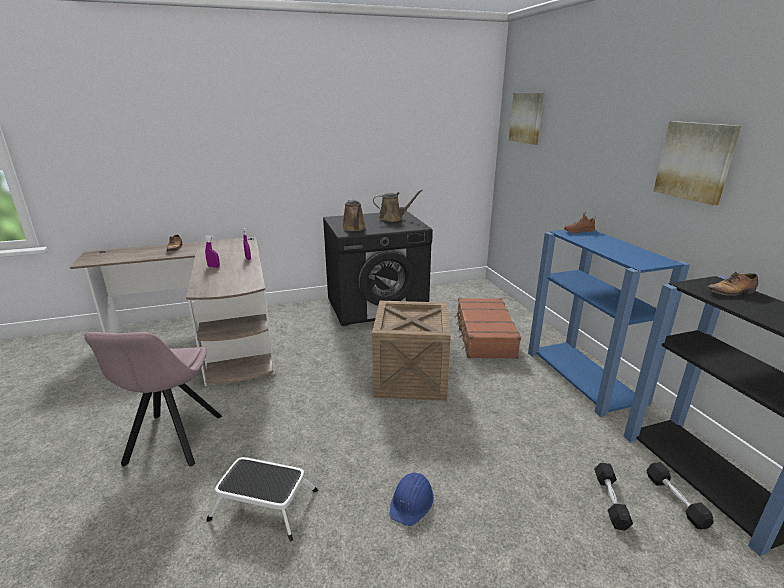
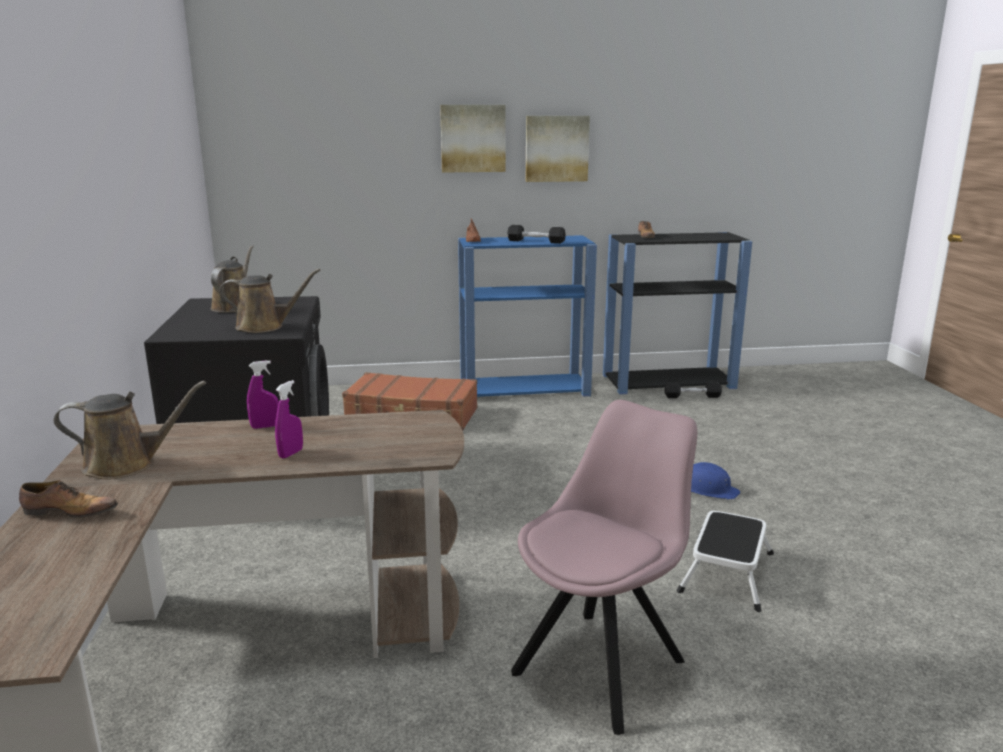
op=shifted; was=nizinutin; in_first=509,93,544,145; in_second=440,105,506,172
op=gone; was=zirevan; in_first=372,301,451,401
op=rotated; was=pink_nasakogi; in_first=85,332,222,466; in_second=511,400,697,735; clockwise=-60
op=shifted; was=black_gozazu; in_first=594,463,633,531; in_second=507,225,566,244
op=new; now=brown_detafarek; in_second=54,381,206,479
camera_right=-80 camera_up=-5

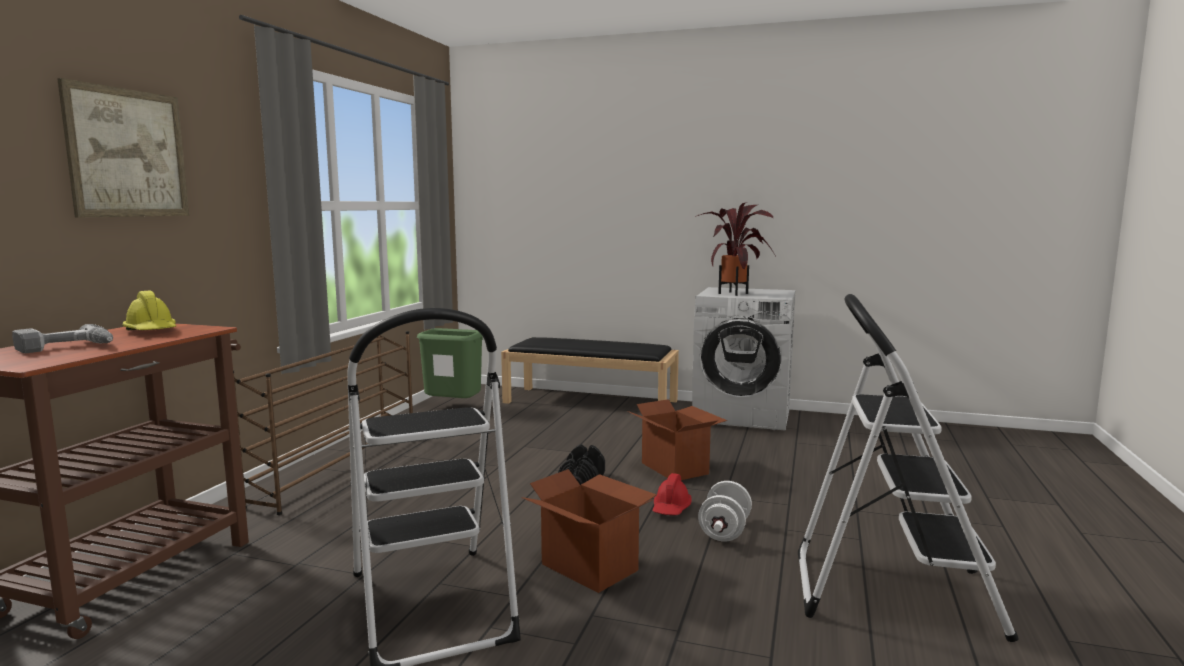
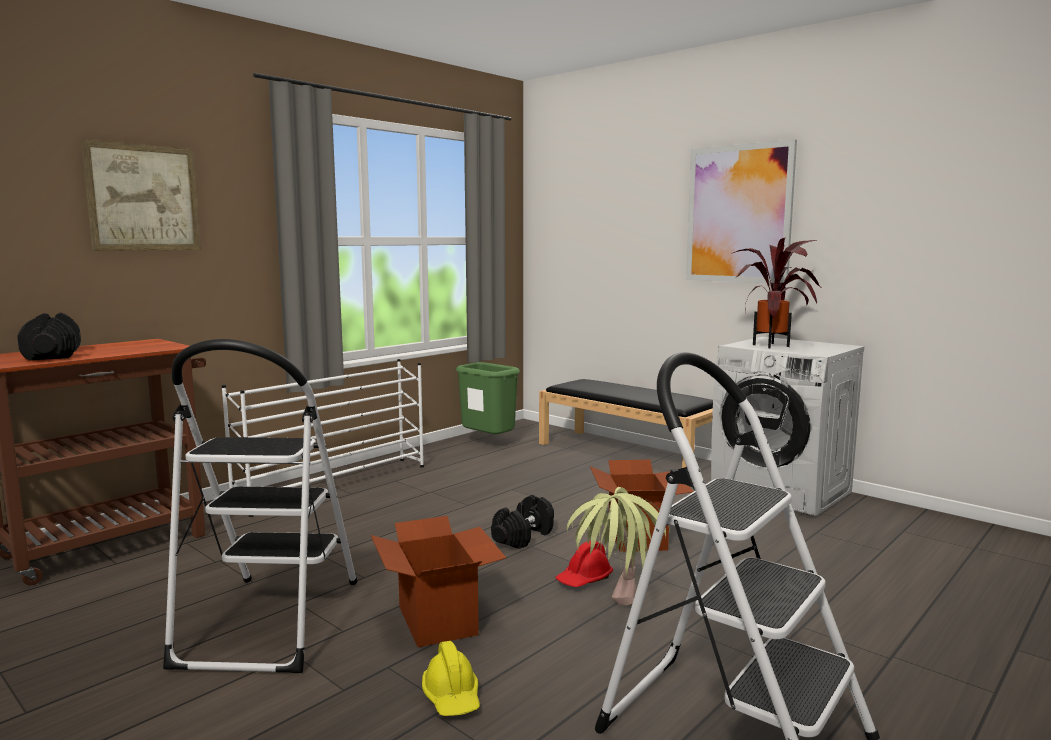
op=shifted; was=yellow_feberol; in_first=122,291,176,330; in_second=422,641,480,716
op=swapped; was=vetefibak; now=black_gozazu; in_first=12,324,113,353; in_second=17,313,81,360
op=repainted; was=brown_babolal; now=white_babolal; in_first=233,331,413,515; in_second=222,359,424,517
op=swapped; was=white_gozazu; now=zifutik; in_first=698,481,752,541; in_second=567,487,669,605
op=new; now=nizinutin; in_second=686,139,797,284
camera_right=25 camera_up=0

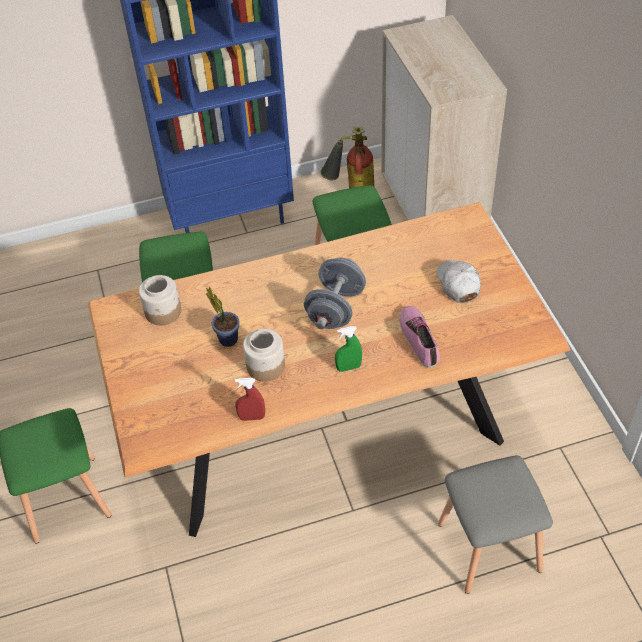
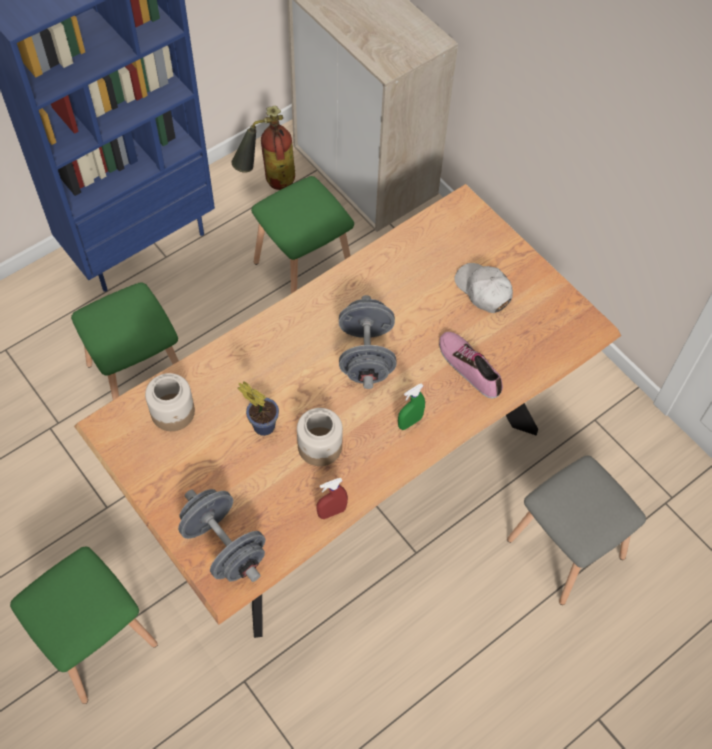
op=new; now=grey_gozazu; in_second=178,489,265,582
camera_right=-25 camera_up=10

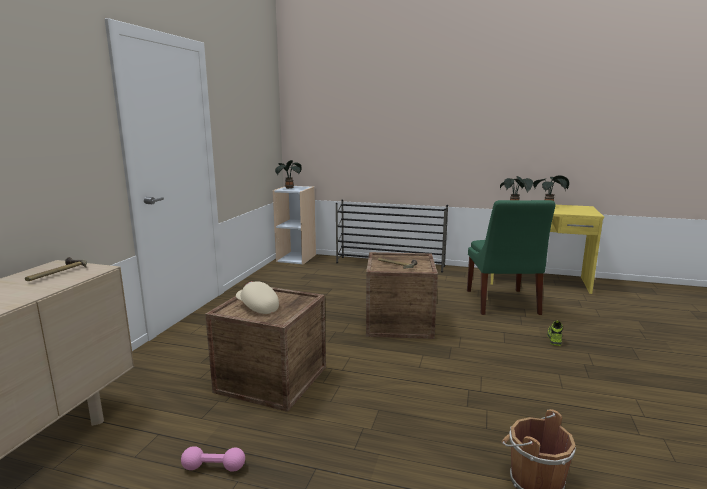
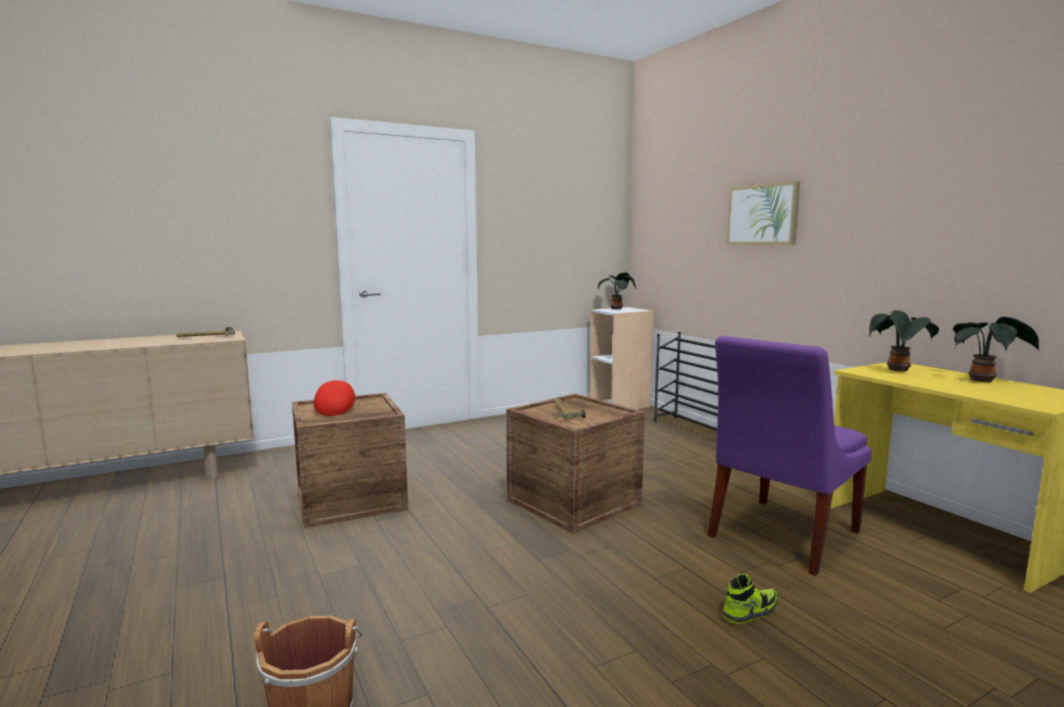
op=repainted; was=green_nasakogi; now=purple_nasakogi; in_first=467,200,556,315; in_second=707,336,872,576
op=repainted; was=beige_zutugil; now=red_zutugil; in_first=236,281,279,314; in_second=314,379,355,416
op=gone; was=pink_gozazu; in_first=181,446,245,472
op=new; now=nizinutin; in_second=726,181,800,245
camera_right=45 camera_up=-5

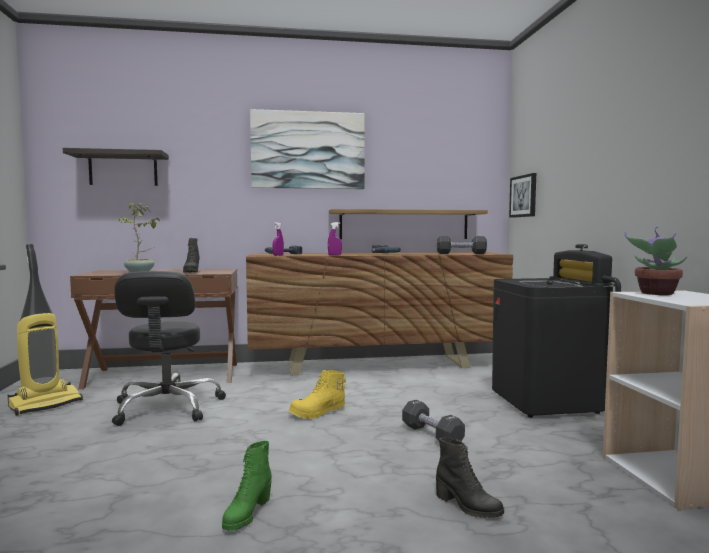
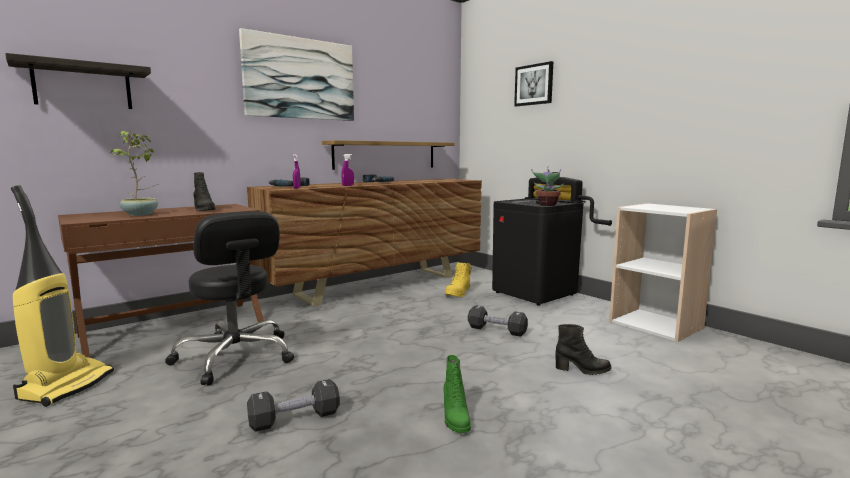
op=shifted; was=nizinutin; in_first=509,173,536,218; in_second=514,61,553,106
op=shifted; was=zifutik; in_first=624,227,687,295; in_second=531,166,564,206
op=shifted; was=black_gozazu; in_first=437,236,487,254; in_second=247,379,340,432
op=shifted; was=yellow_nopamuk; in_first=289,370,346,419; in_second=445,263,472,297
camera_right=-30 camera_up=5

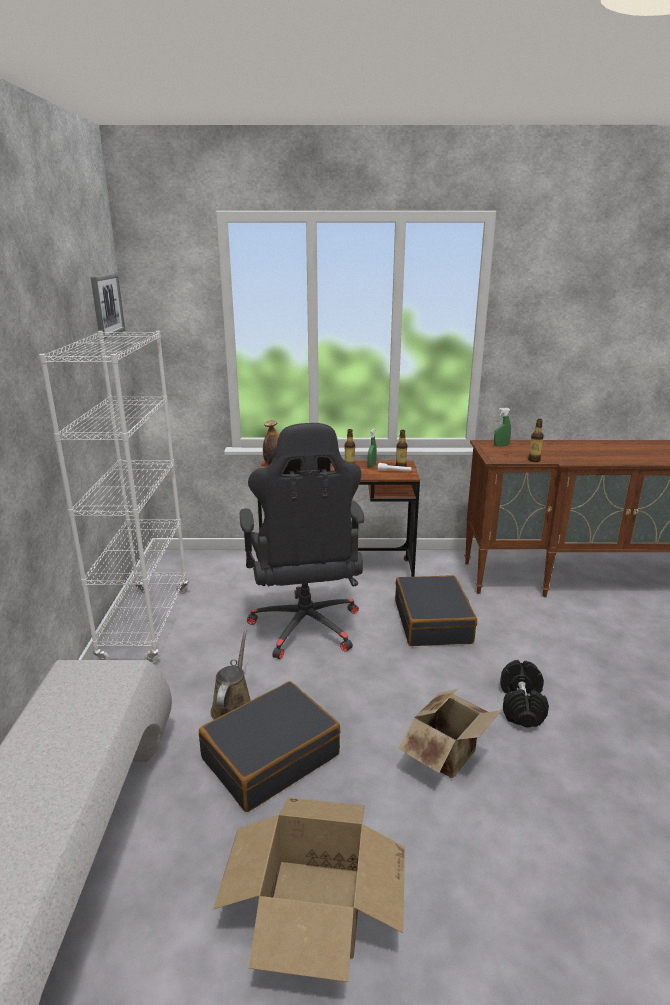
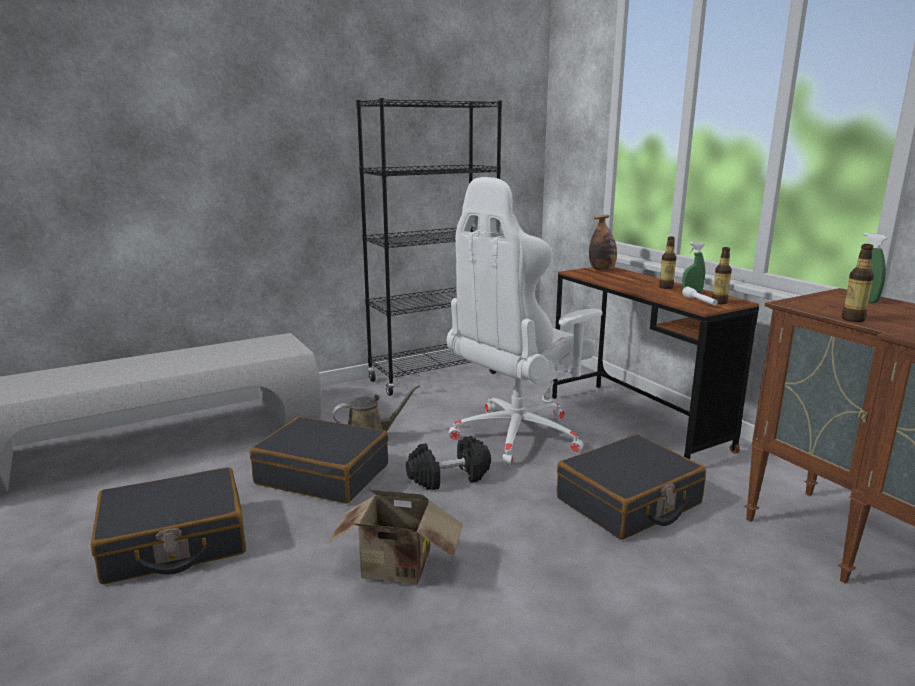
op=gone; was=nizinutin; in_first=91,274,125,339
op=repainted; was=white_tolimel; now=black_tolimel; in_first=39,331,189,664; in_second=356,98,502,396
op=repainted; was=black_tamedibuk; now=white_tamedibuk; in_first=240,423,364,659; in_second=447,177,602,467
op=shifted; was=black_gozazu; in_first=500,660,549,727; in_second=406,436,491,490
op=swapped; was=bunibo; now=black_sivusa; in_first=213,798,405,982; in_second=91,467,246,584
camera_right=60 camera_up=-5

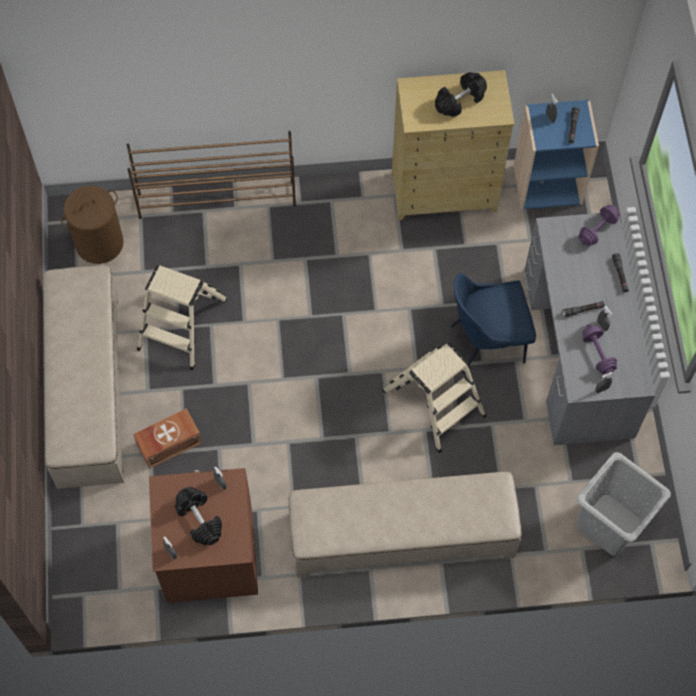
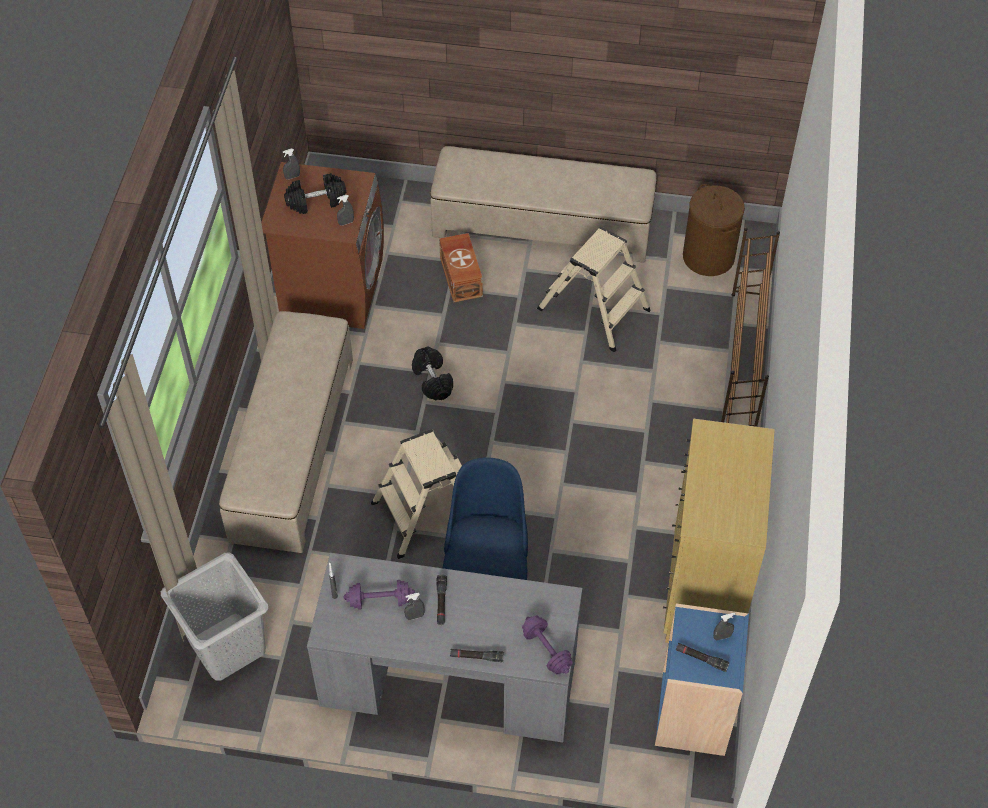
op=shifted; was=black_gozazu; in_first=435,72,487,117; in_second=412,347,453,400
camera_right=105 camera_up=-10

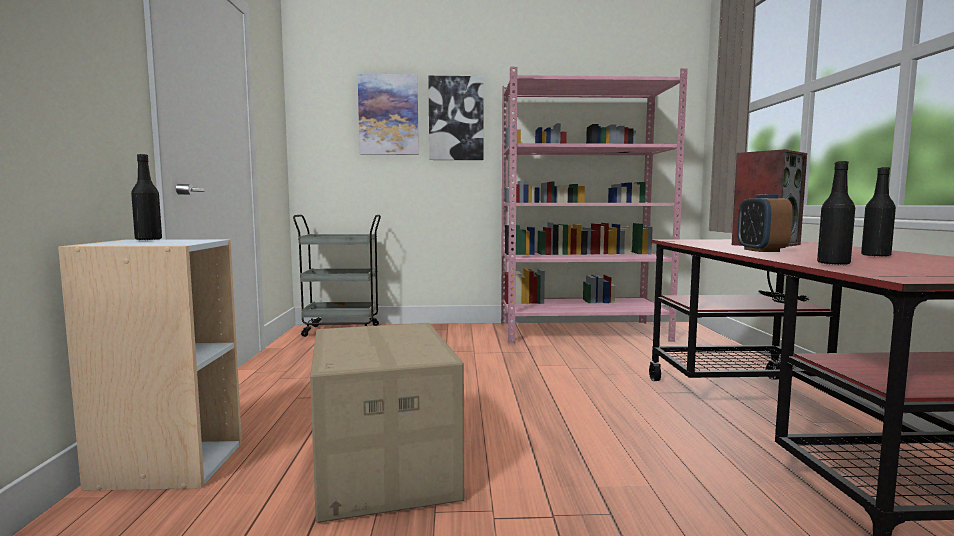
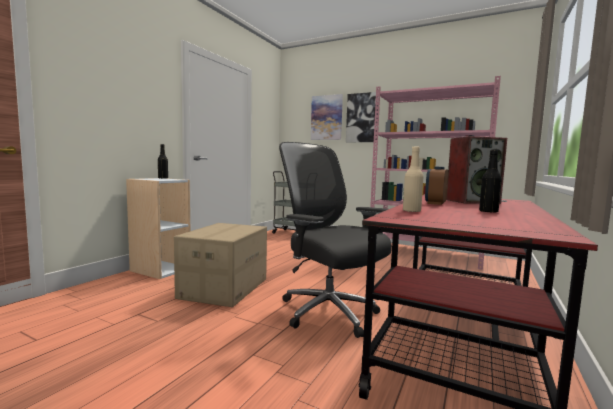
op=repainted; was=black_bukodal; now=beige_bukodal; in_first=817,161,855,265; in_second=403,147,424,212
op=new; now=tamedibuk; in_second=279,142,392,338
camera_right=30 camera_up=0

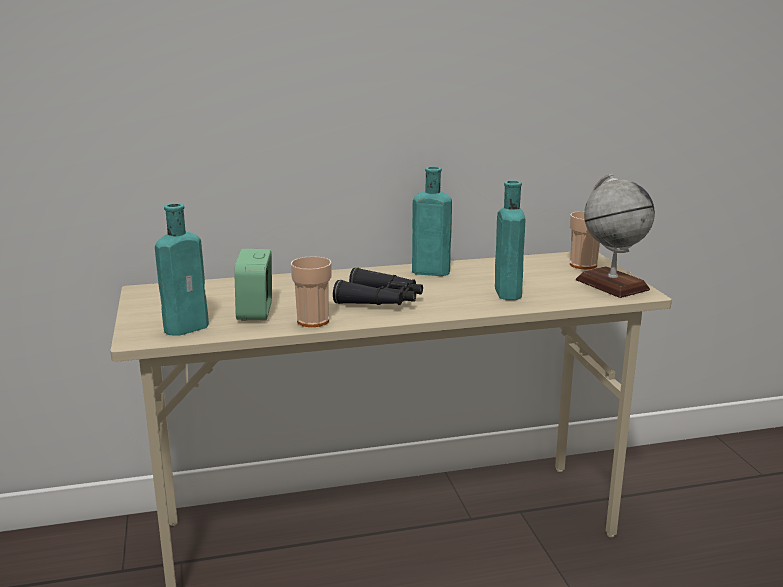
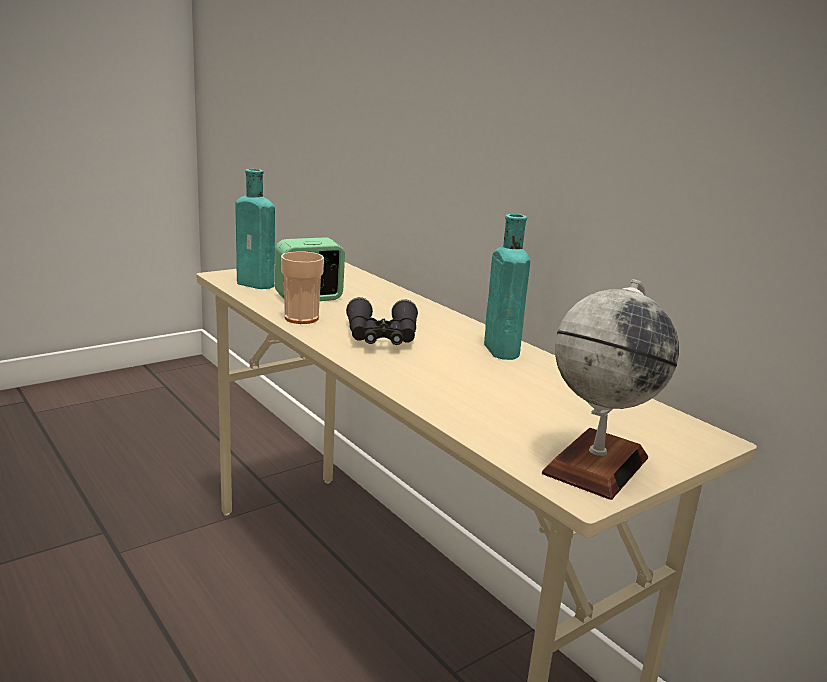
op=gone; was=turquoise_bukodal; in_first=495,180,525,300
op=gone; was=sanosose; in_first=570,211,600,269
camera_right=65 camera_up=0

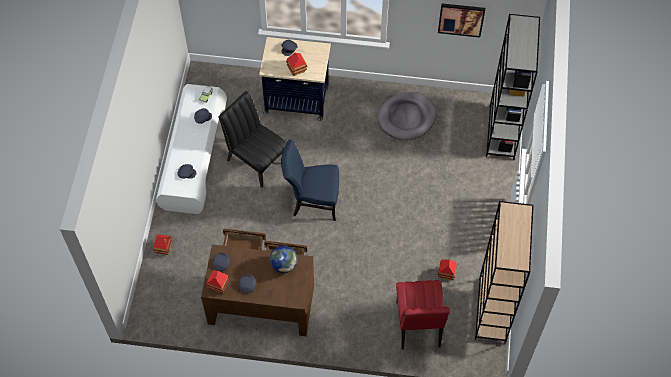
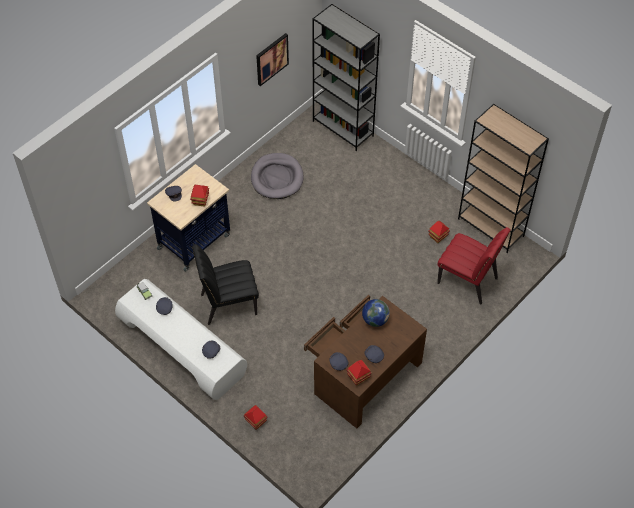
op=gone; was=blue_nasakogi; in_first=281,140,339,221
camera_right=-55 camera_up=-5

